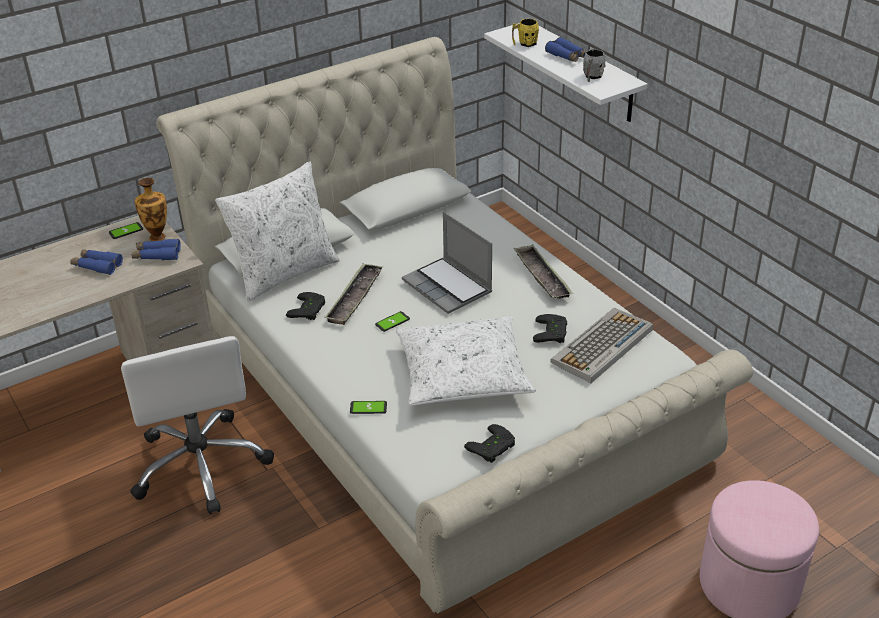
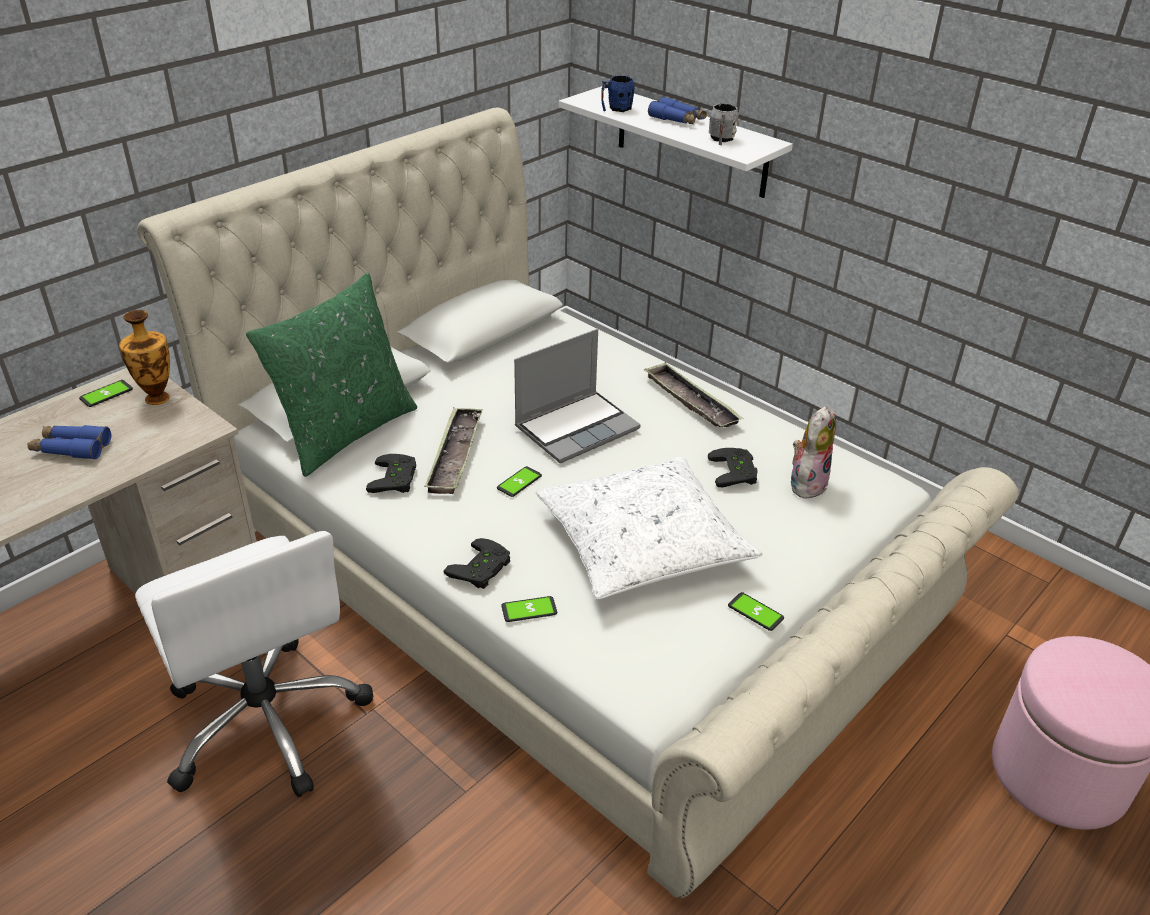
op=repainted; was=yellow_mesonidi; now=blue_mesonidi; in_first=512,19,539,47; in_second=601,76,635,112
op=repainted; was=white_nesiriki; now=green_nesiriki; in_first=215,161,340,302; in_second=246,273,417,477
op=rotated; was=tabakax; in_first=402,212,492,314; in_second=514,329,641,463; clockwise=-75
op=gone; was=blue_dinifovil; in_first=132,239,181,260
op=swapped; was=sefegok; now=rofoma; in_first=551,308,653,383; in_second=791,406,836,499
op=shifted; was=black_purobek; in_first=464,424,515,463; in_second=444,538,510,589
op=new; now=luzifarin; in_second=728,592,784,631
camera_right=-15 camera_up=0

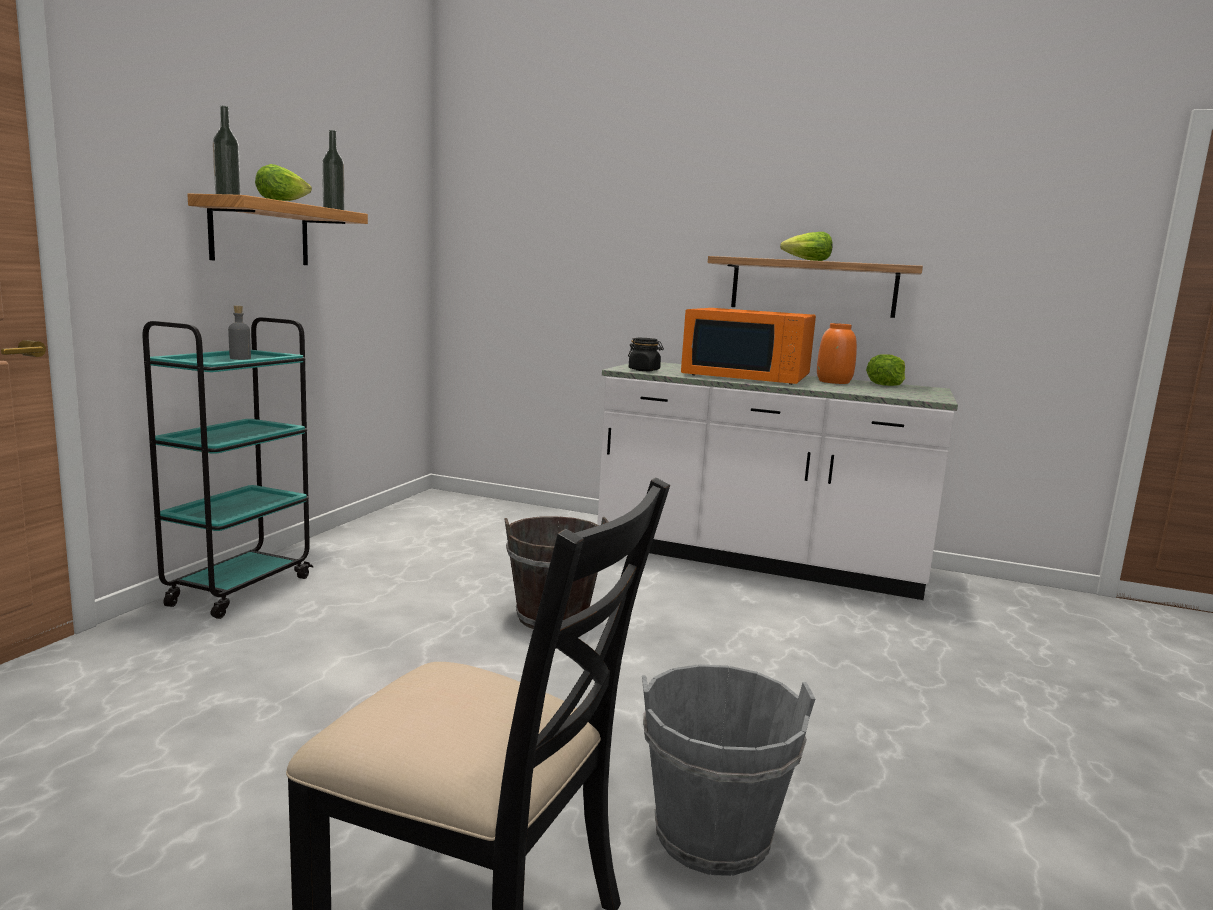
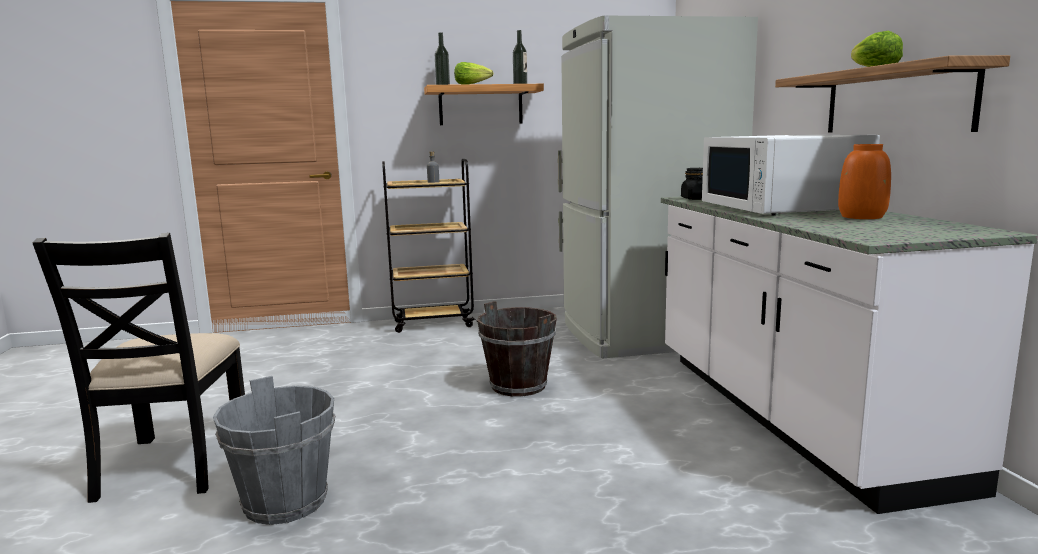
op=repainted; was=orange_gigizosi; now=white_gigizosi; in_first=681,308,816,385; in_second=702,135,880,216
op=repainted; was=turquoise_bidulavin; now=brown_bidulavin; in_first=143,317,313,619; in_second=382,159,476,333
op=gone; was=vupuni; in_first=866,354,905,386
op=new; now=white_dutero; in_second=557,16,758,358
camera_right=60 camera_up=0

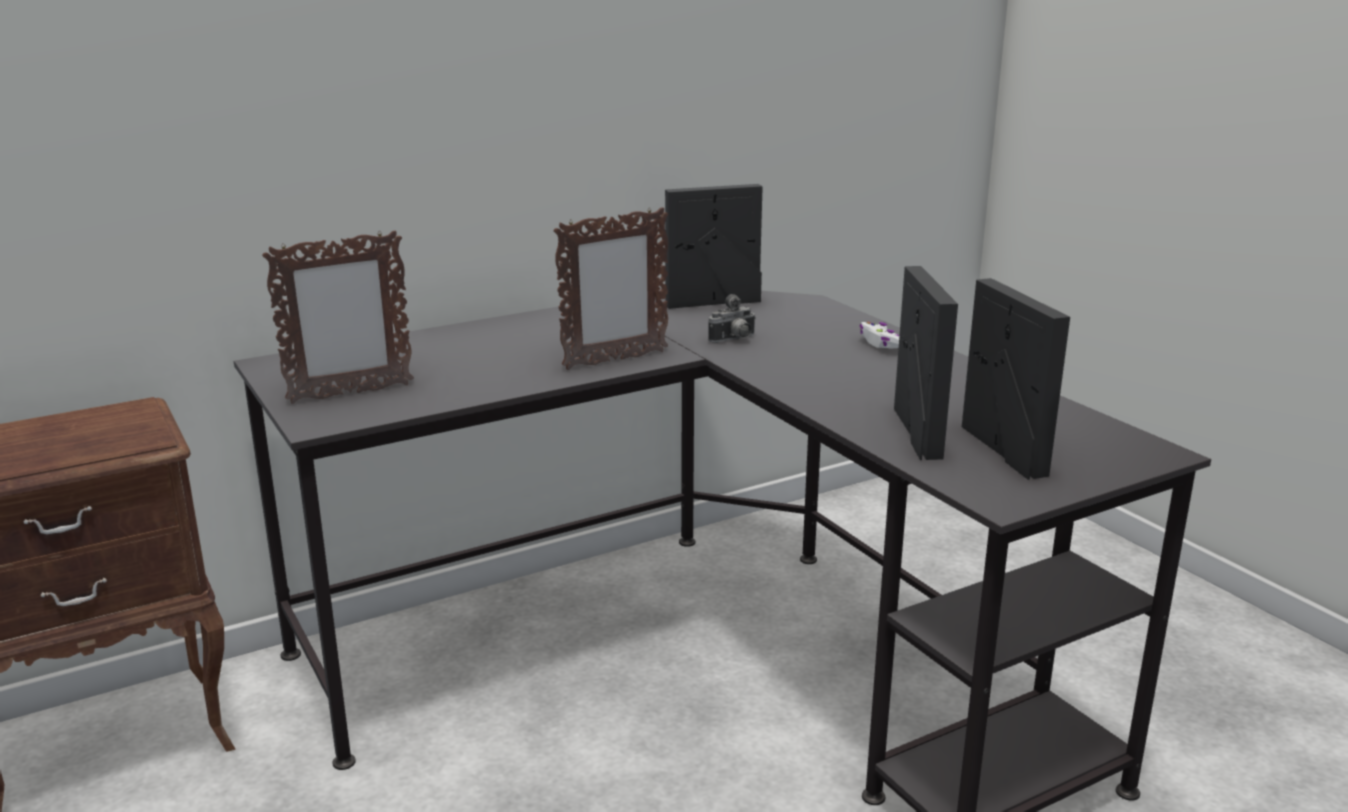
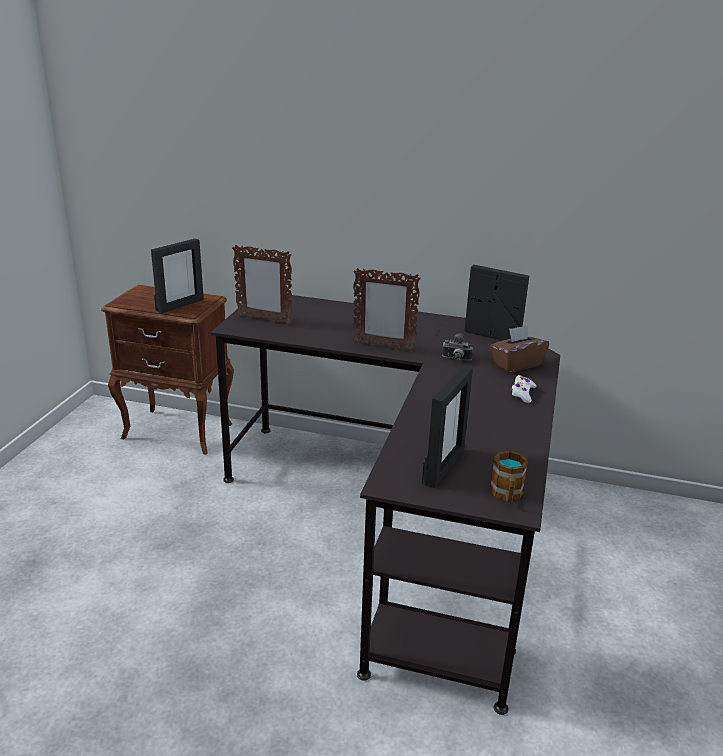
op=shifted; was=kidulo; in_first=894,266,958,460; in_second=151,239,204,313
op=new; now=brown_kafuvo; in_second=490,325,549,373
op=new; now=mesonidi; in_second=490,450,528,503
camera_right=45 camera_up=5

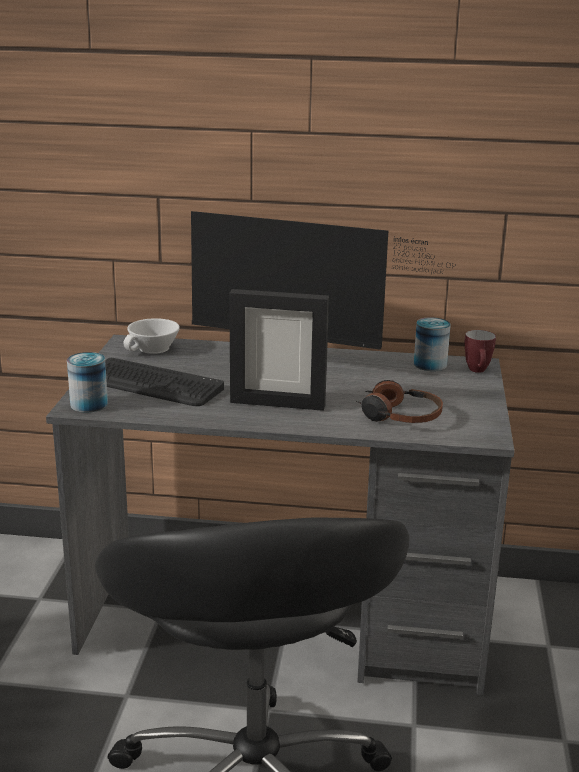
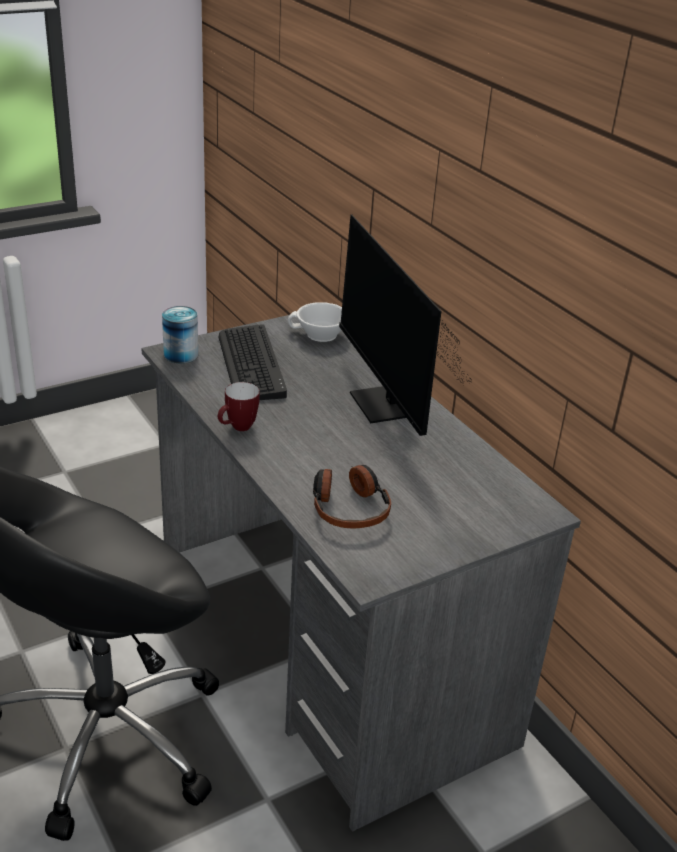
op=gone; was=kidulo; in_first=229,289,329,411
op=gone; was=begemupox; in_first=414,317,451,371
op=shifted; was=mesonidi; in_first=465,330,496,373; in_second=218,382,260,431
camera_right=50 camera_up=10

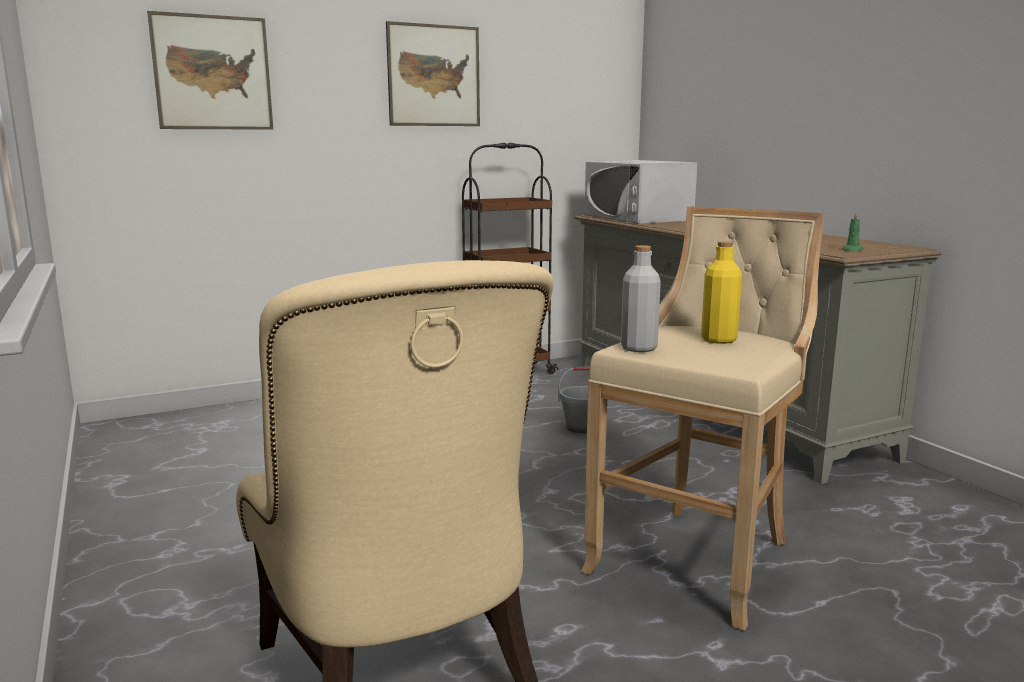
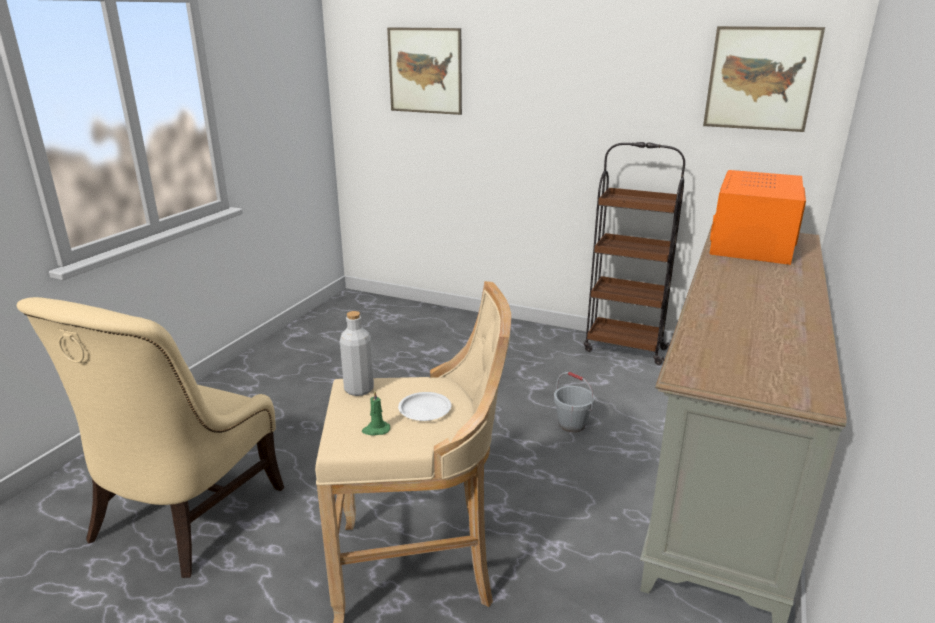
op=shifted; was=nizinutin; in_first=386,21,480,126; in_second=703,26,825,132
op=repainted; was=white_gigizosi; now=orange_gigizosi; in_first=585,160,697,224; in_second=710,170,806,265
op=shifted; was=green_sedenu; in_first=842,211,863,252; in_second=362,390,390,436
op=swapped; was=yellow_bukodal; now=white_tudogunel; in_first=701,241,742,344; in_second=398,392,451,421
camera_right=50 camera_up=10

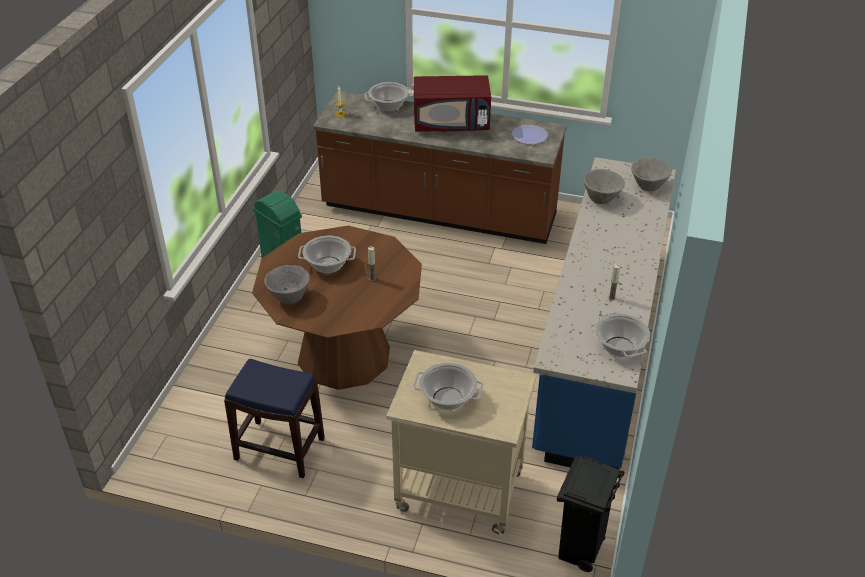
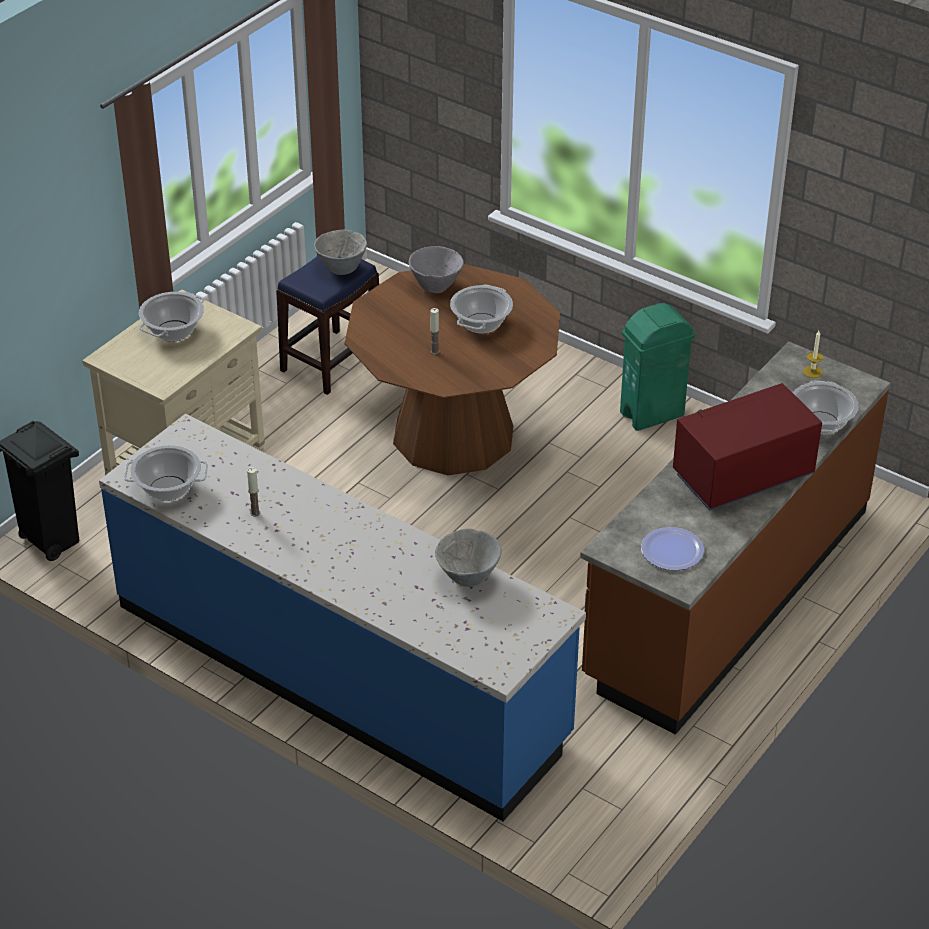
op=rotated; was=red_gigizosi; in_first=414,76,491,132; in_second=673,383,822,511; clockwise=45
op=shifted; was=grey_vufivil; in_first=631,157,672,192; in_second=314,230,367,275
camera_right=110 camera_up=0

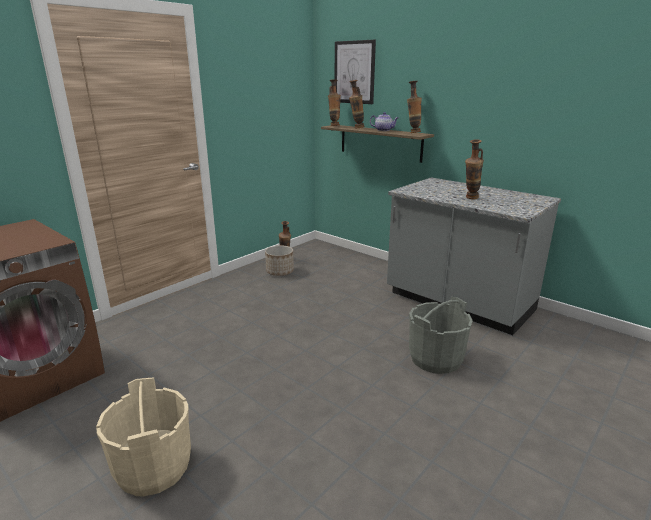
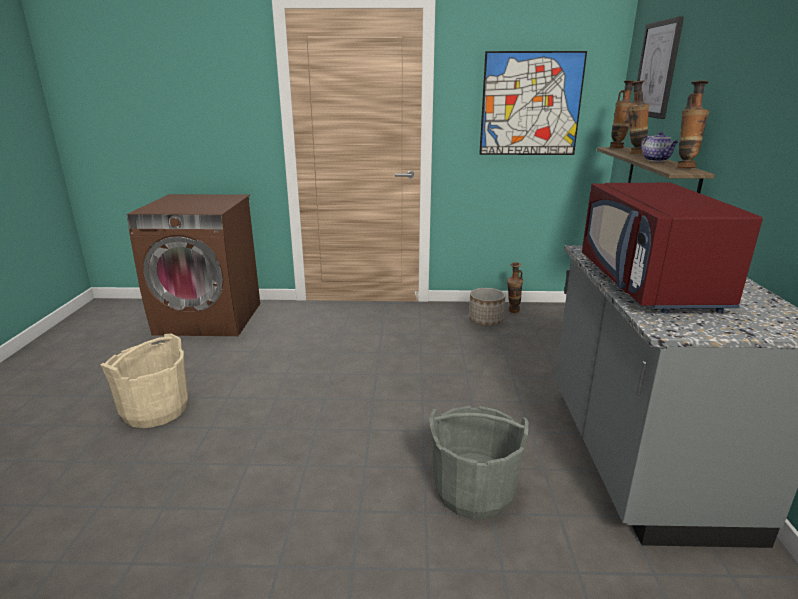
op=swapped; was=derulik; now=red_gigizosi; in_first=465,139,484,199; in_second=582,183,763,314
op=new; now=nizinutin; in_second=479,51,587,155
camera_right=50 camera_up=0

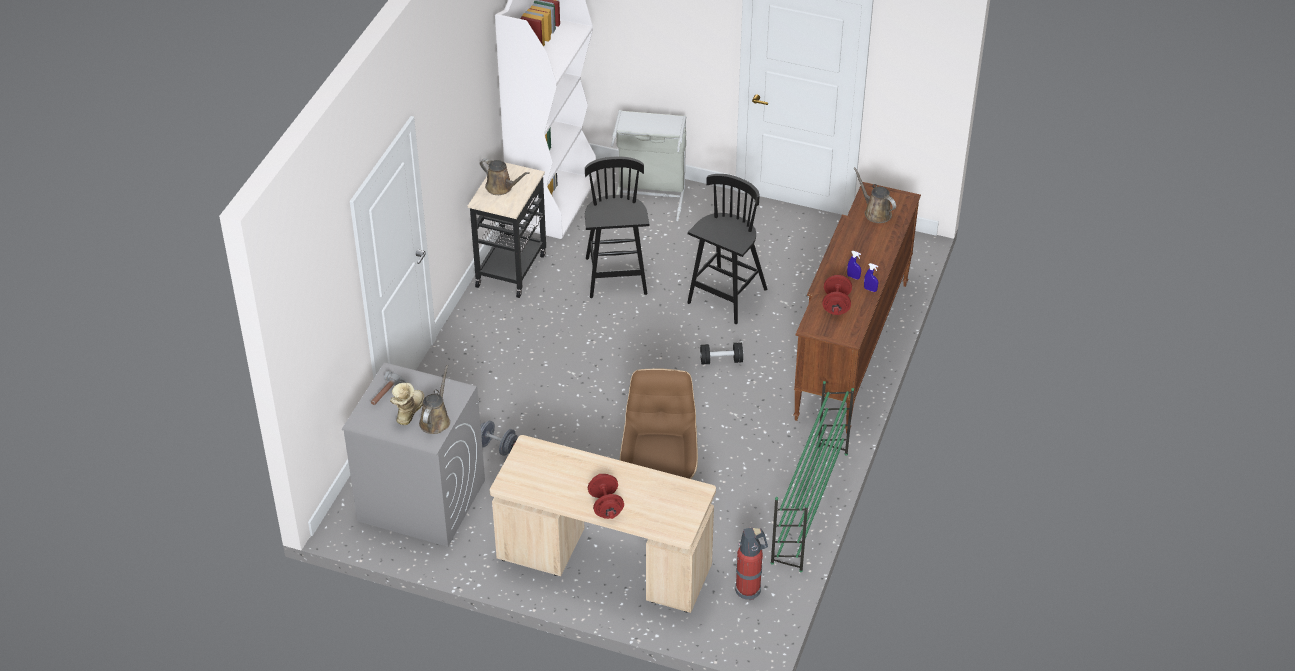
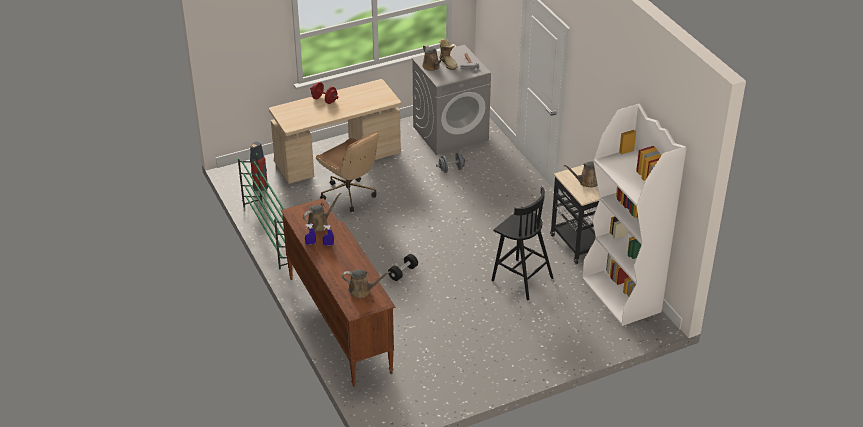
op=gone; was=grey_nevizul; in_first=611,110,686,221
op=gone; was=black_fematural; in_first=687,174,767,324
op=swapped; was=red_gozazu; now=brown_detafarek; in_first=823,275,852,315; in_second=303,193,341,232
camera_right=135 camera_up=-5

